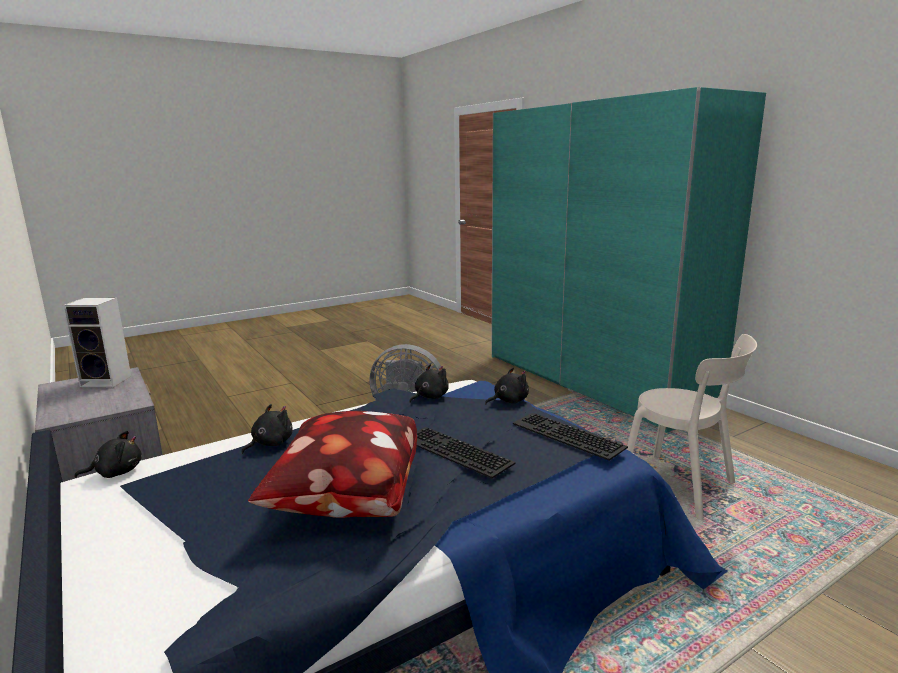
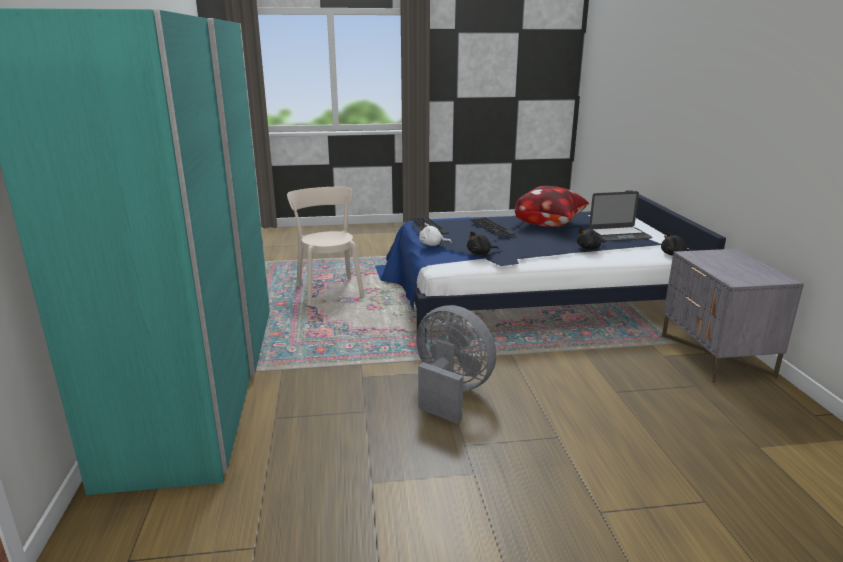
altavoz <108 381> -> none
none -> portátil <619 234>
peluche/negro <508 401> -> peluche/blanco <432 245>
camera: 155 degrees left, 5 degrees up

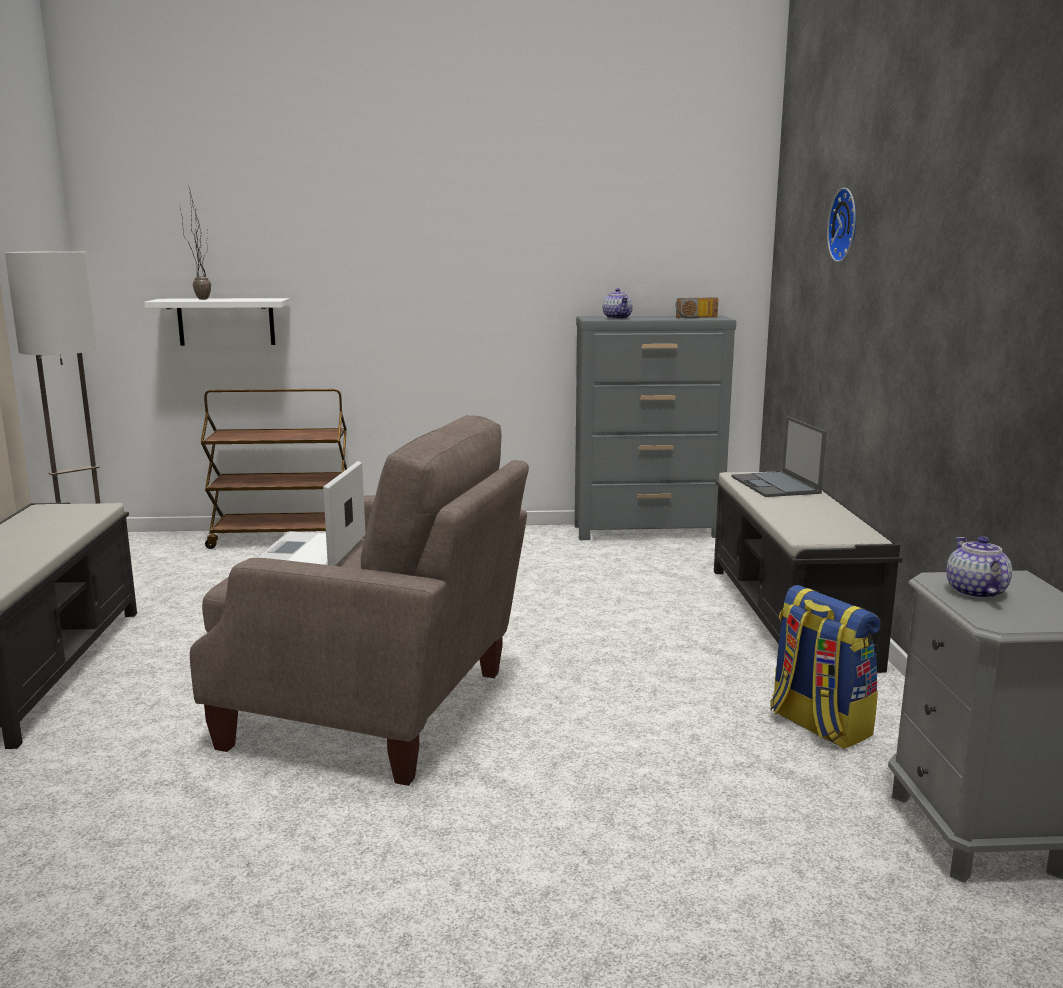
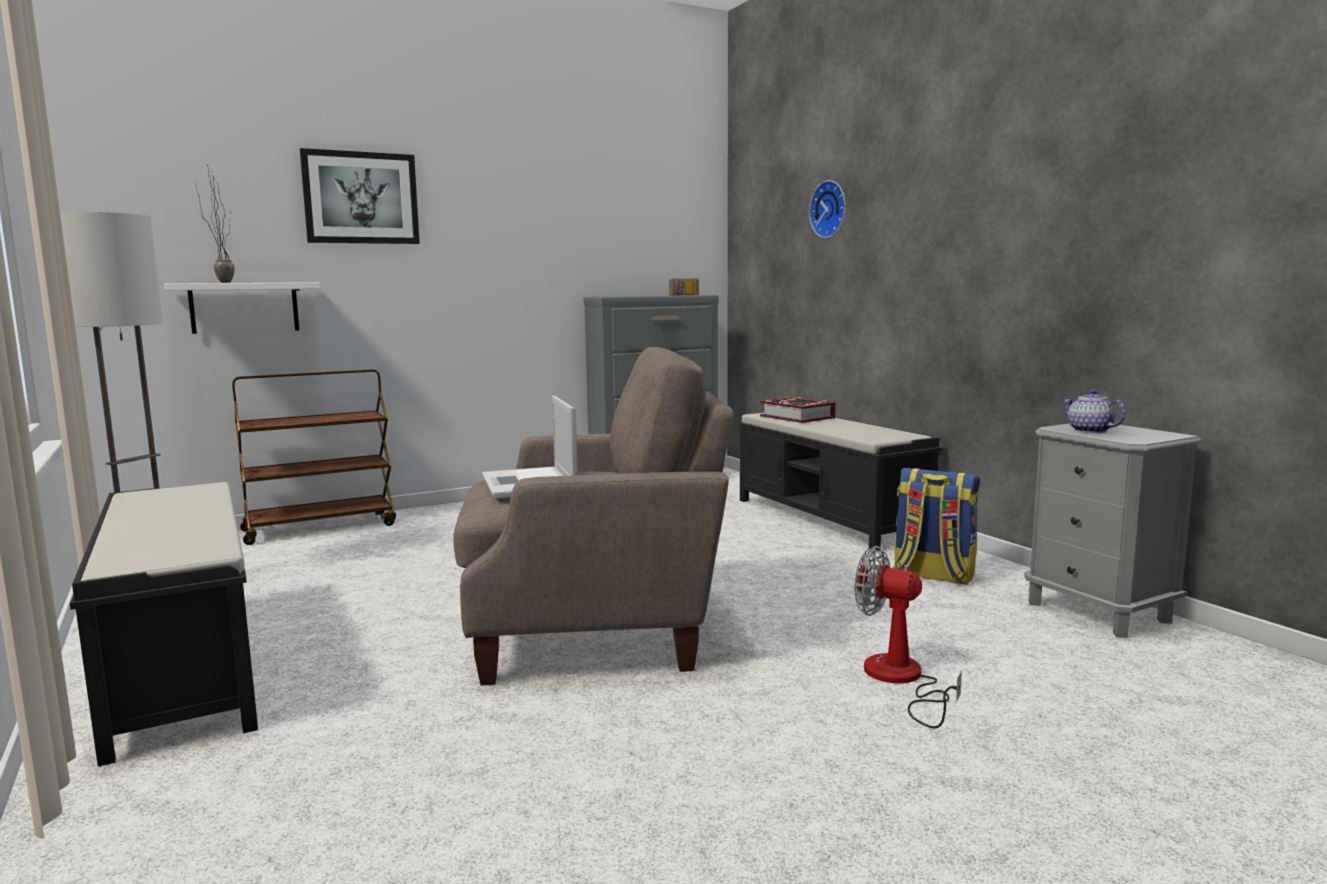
tetera <617 318> -> none
none -> cuadro <361 198>
none -> ventilador <900 680>
portátil <776 485> -> libro <797 417>
camera: 25 degrees left, 5 degrees down

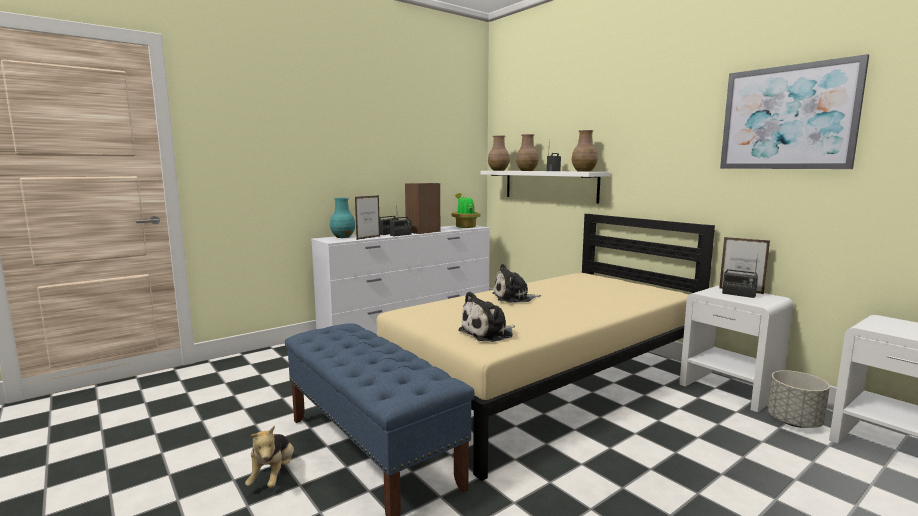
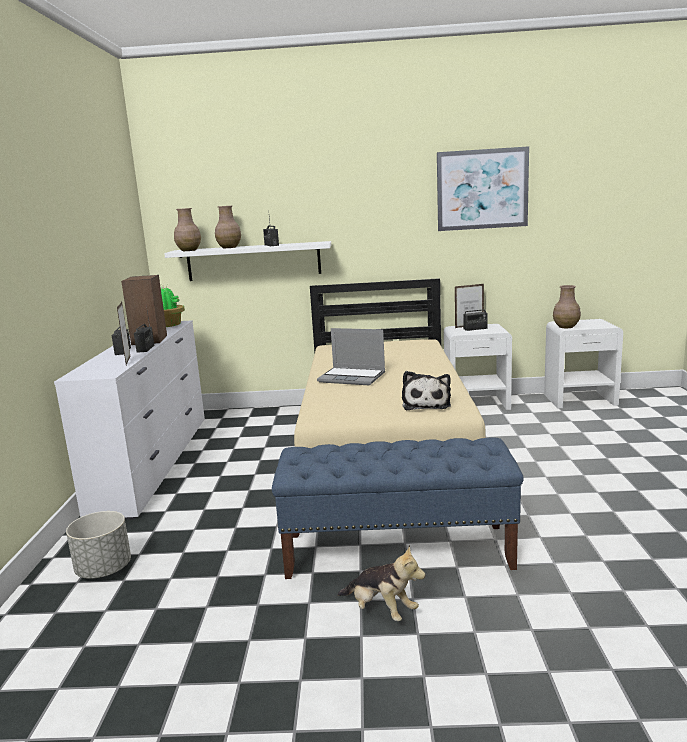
florero/turquesa <343 237> -> none
florero/marrón <584 171> -> florero/marrón <566 327>, relocated
maceta/gris <794 422> -> maceta/gris <103 569>, relocated
peluche <514 298> -> portátil <353 377>
camera: 50 degrees left, 5 degrees up

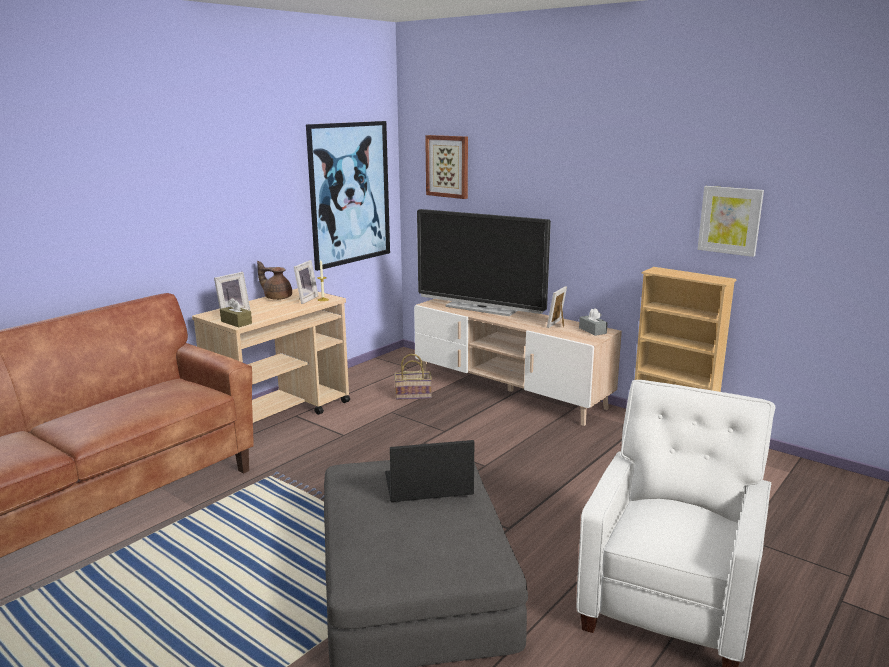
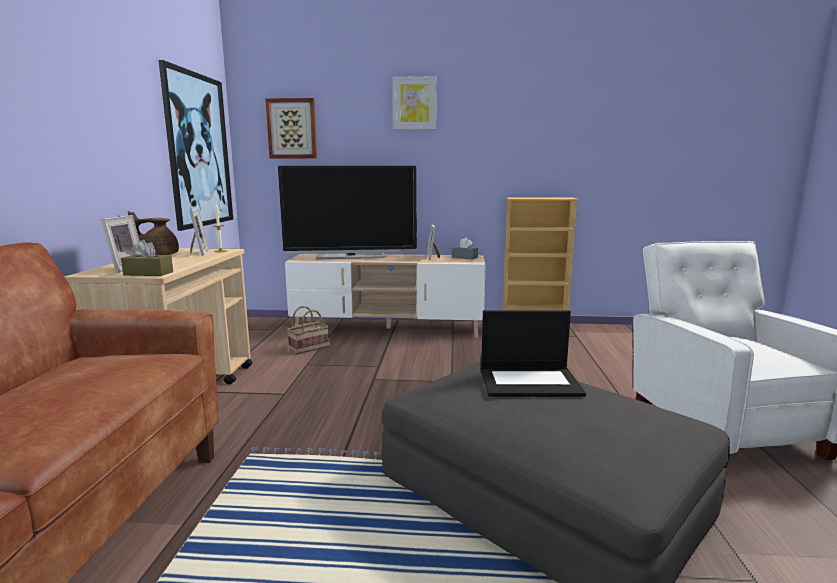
cuadro <730 220> -> cuadro <414 103>, relocated
portátil <427 485> -> portátil <530 382>, 135 degrees counterclockwise
camera: 35 degrees left, 5 degrees down

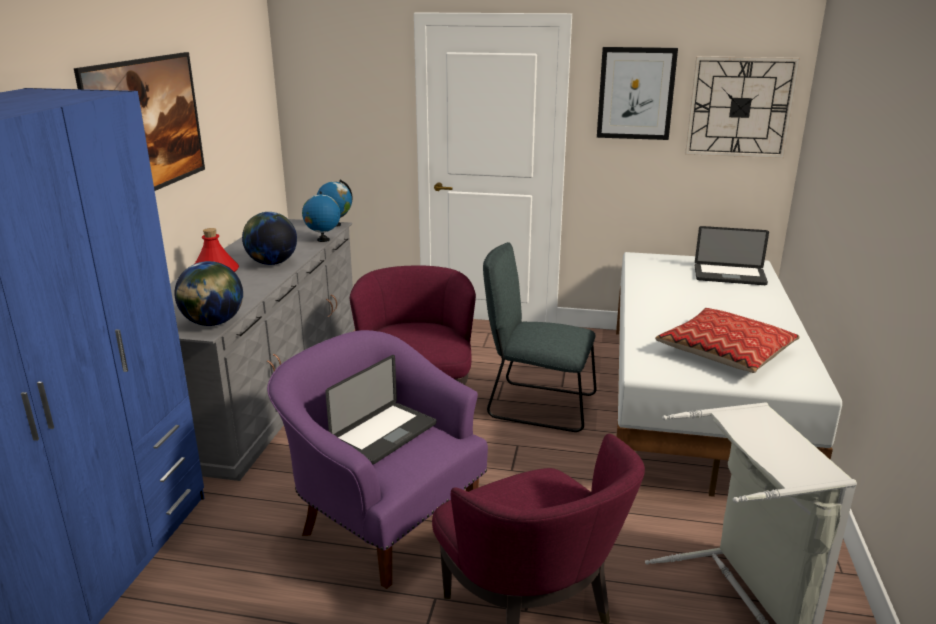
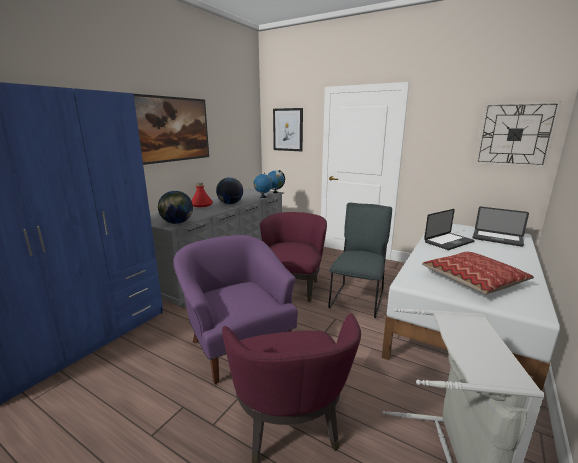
portátil <384 434> -> portátil <449 242>, relocated
cuadro <636 93> -> cuadro <288 129>, relocated
silla/gris <536 405> -> silla/gris <358 299>, 75 degrees clockwise
camera: 20 degrees right, 5 degrees down

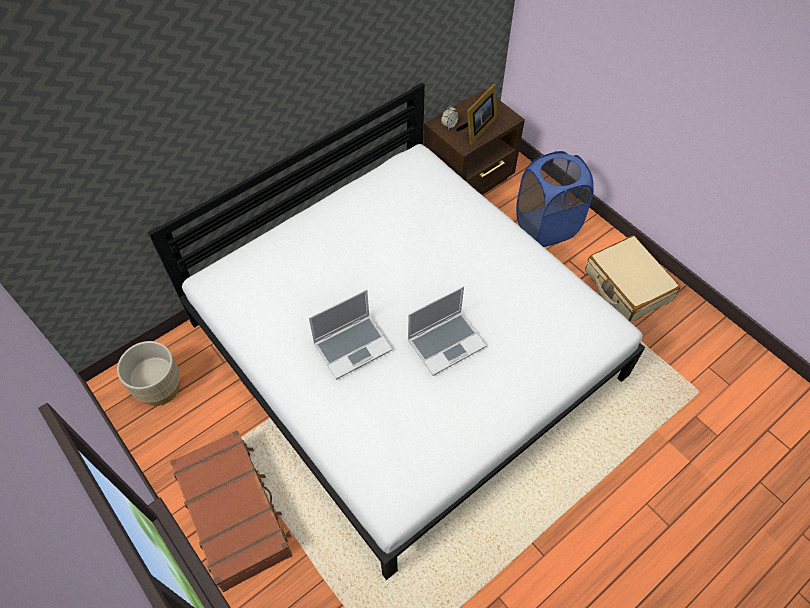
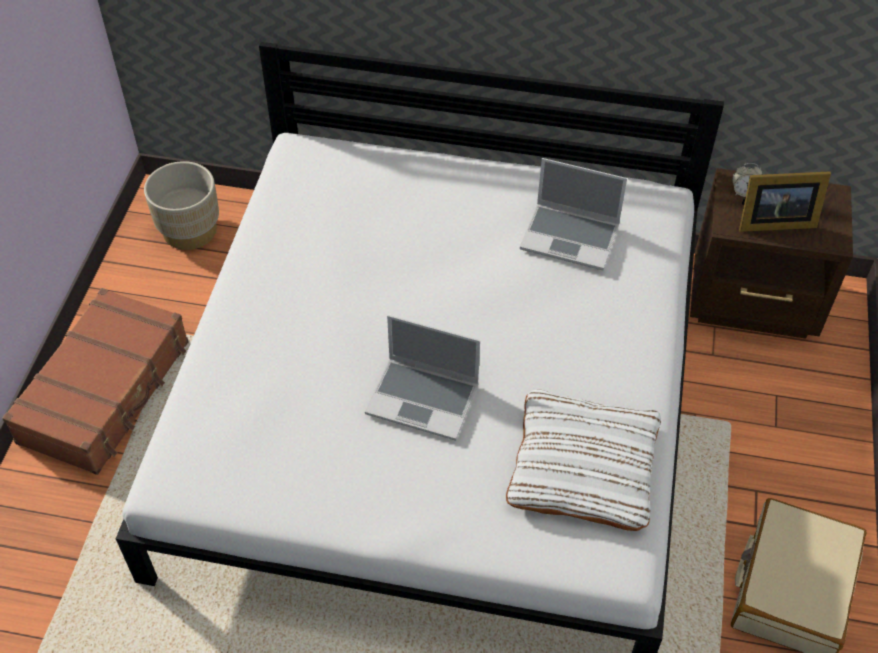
cesto de la ropa/azul <546 226> -> none
none -> cojín/blanco <583 466>
portátil <353 346> -> portátil <571 237>, relocated
camera: 50 degrees right, 5 degrees down

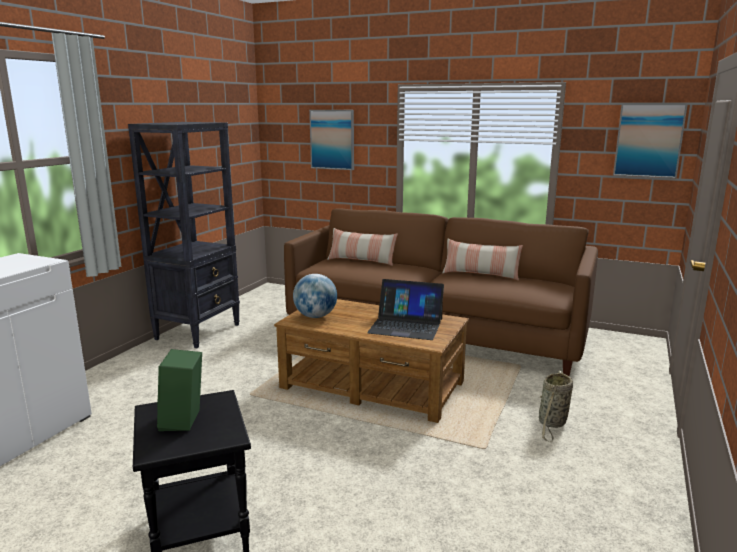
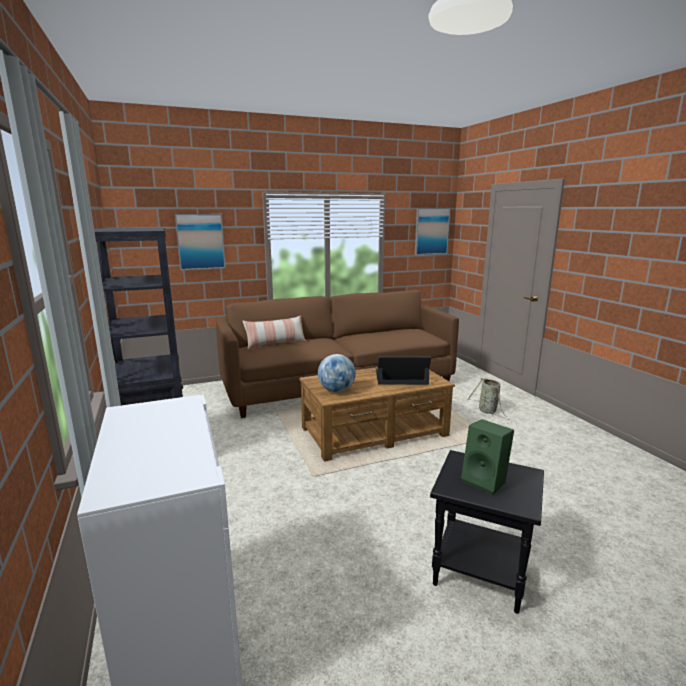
cojín <481 274> -> none
portátil <406 325> -> portátil <401 377>, 150 degrees counterclockwise
camera: 45 degrees left, 0 degrees up

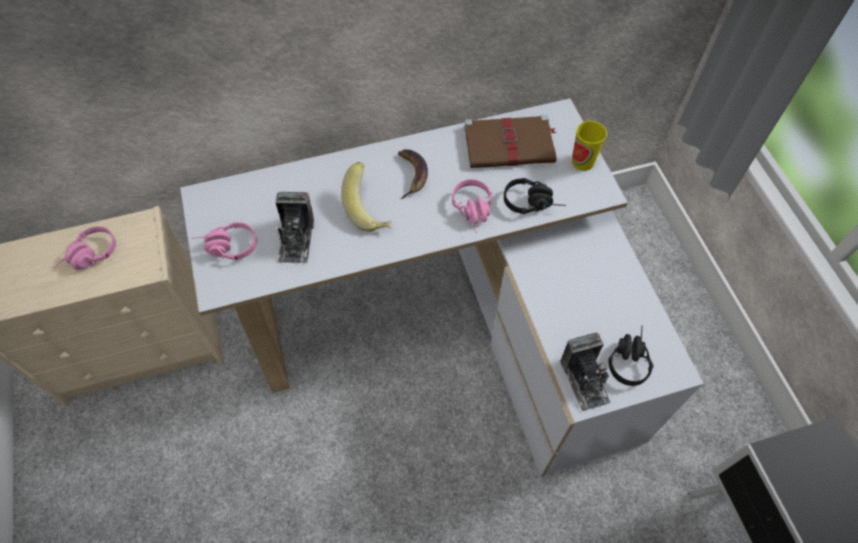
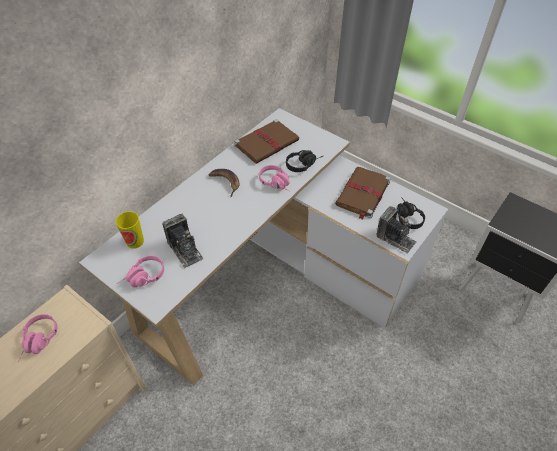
plátano <370 209> -> none
none -> libro/marrón <362 194>
taza <582 161> -> taza <135 241>, relocated
camera: 35 degrees left, 10 degrees down

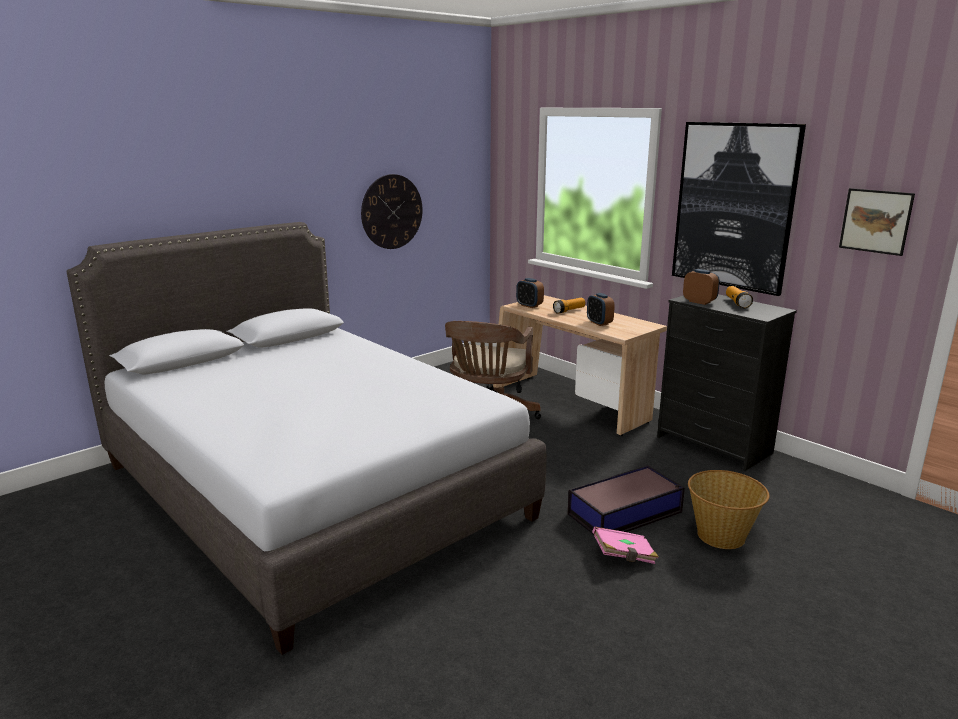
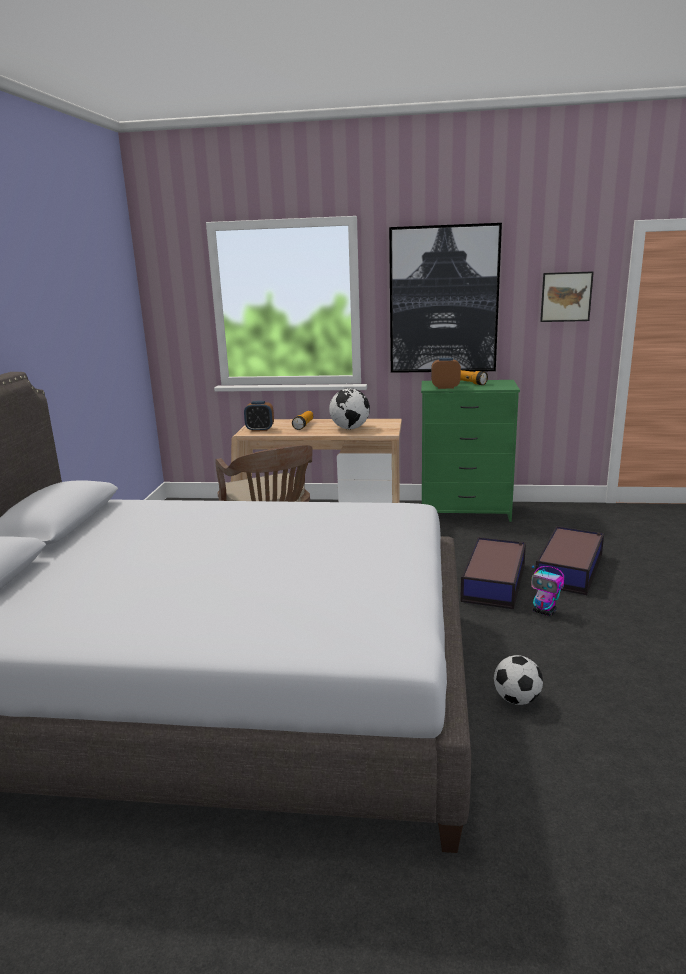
reloj de pared <392 212> -> none
none -> balón de fútbol <516 699>
despertador <599 323> -> globo terráqueo <350 428>
libro/rosa <624 556> -> robot de juguete <544 612>
cesta <721 535> -> caja de almacenaje <570 569>
cómoda/negro <713 445> -> cómoda/verde <465 512>
camera: 40 degrees left, 0 degrees up

